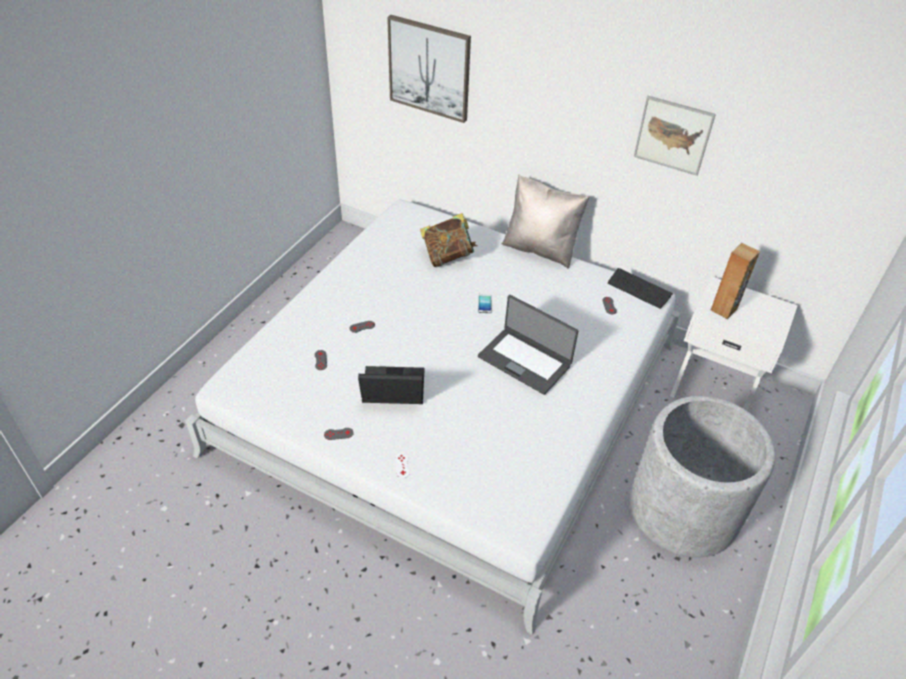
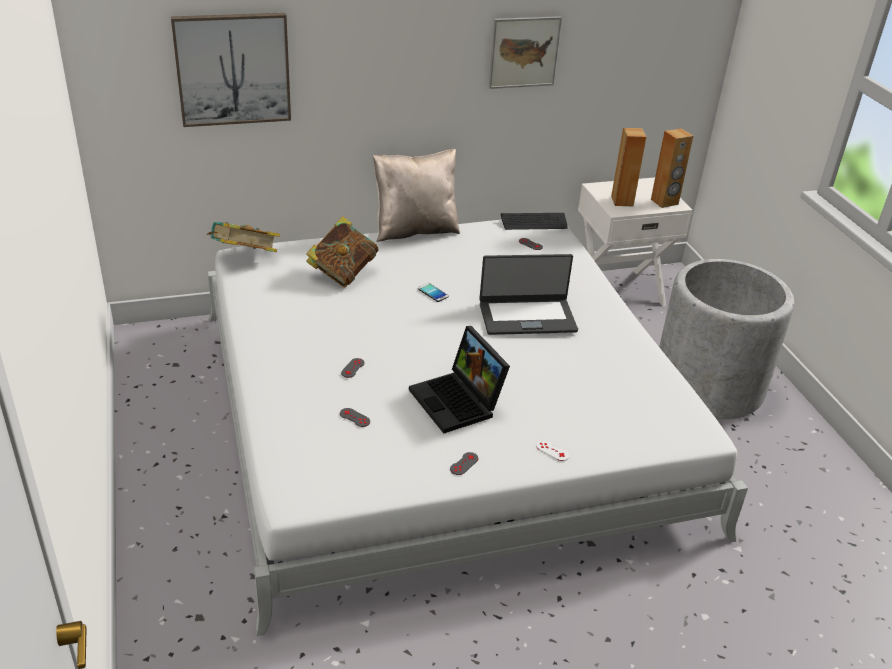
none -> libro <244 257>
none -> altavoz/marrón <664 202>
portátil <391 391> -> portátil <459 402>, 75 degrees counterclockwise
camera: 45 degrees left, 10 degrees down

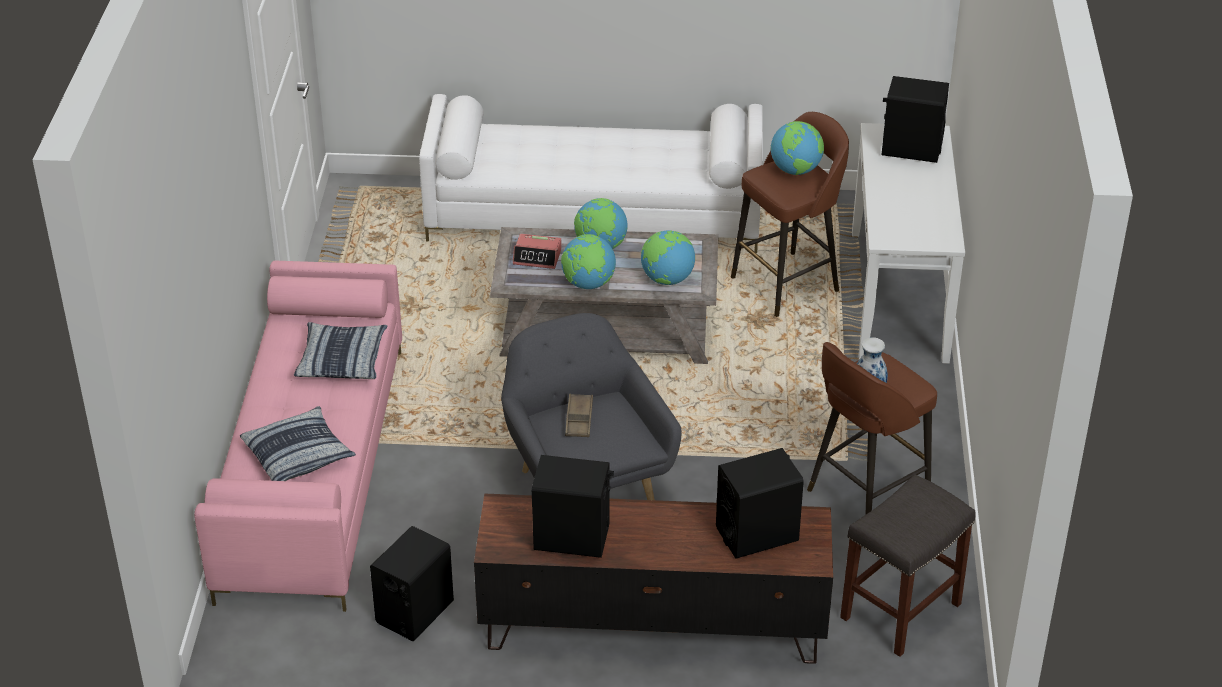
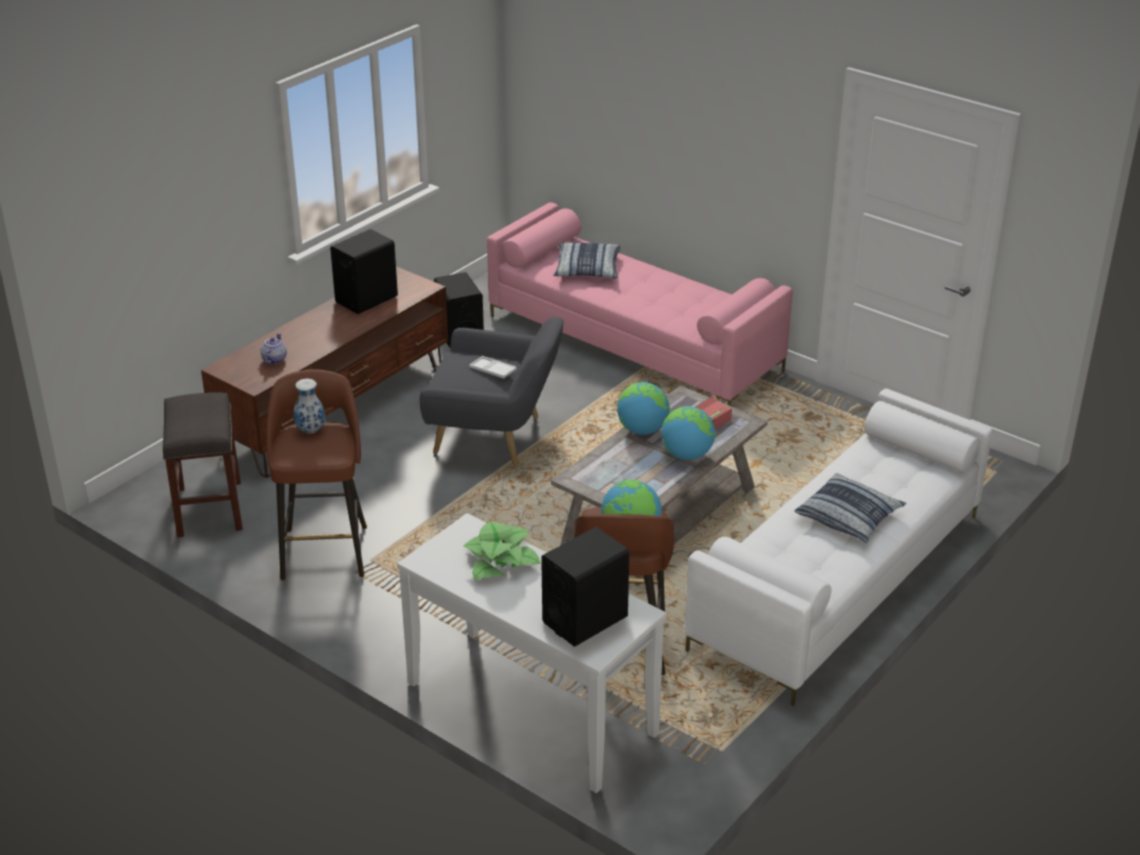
globo terráqueo <667 279> -> none
none -> planta en maceta <501 560>
cojín <342 360> -> cojín <849 517>, relocated
altavoz/negro <757 534> -> tetera <274 359>
bandeja/marrón <579 419> -> bandeja/blanco <493 370>
camera: 125 degrees right, 5 degrees down

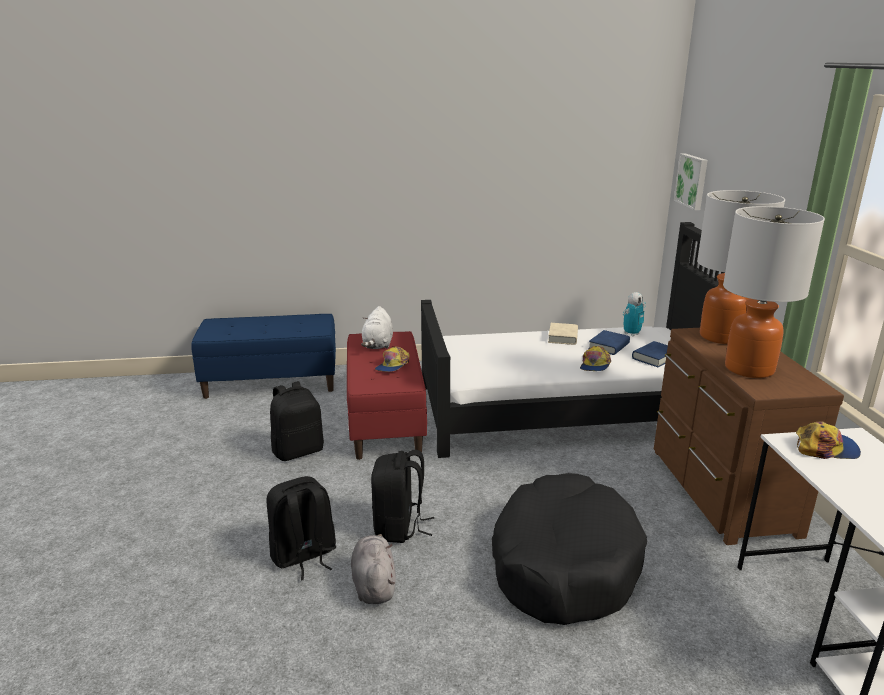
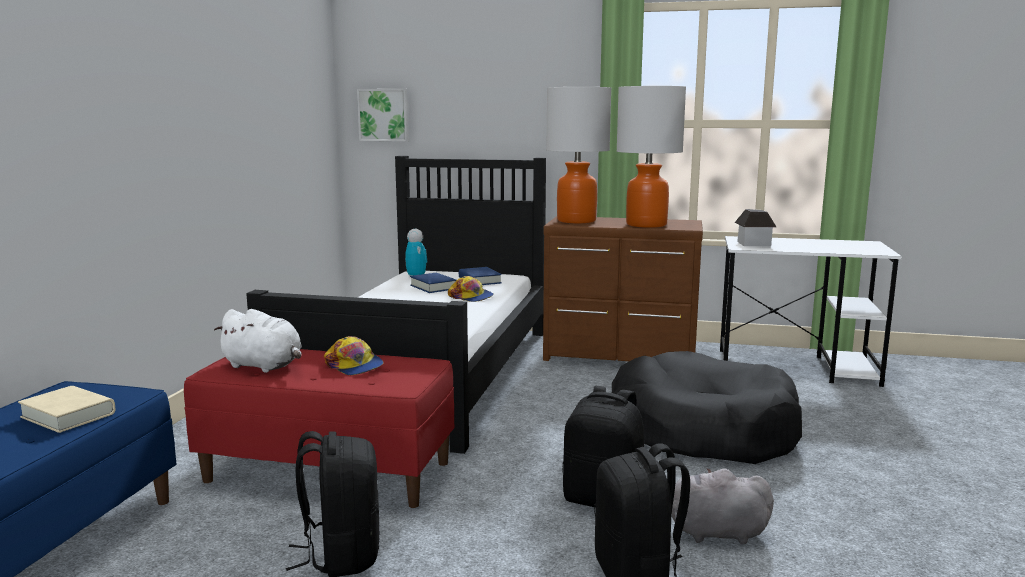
libro/beis <563 337> -> libro/beis <68 415>, relocated
gorra <825 448> -> casita <754 244>
camera: 70 degrees left, 10 degrees down

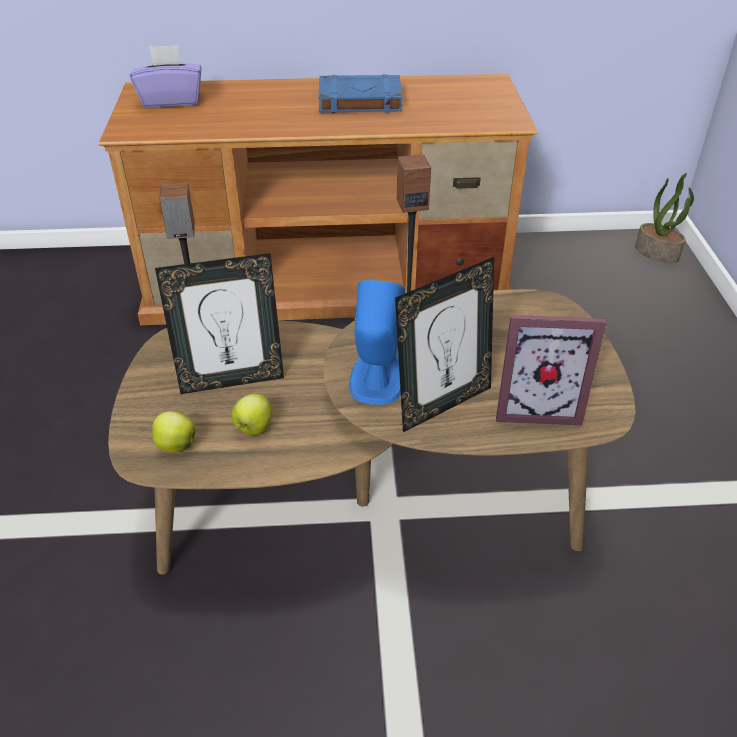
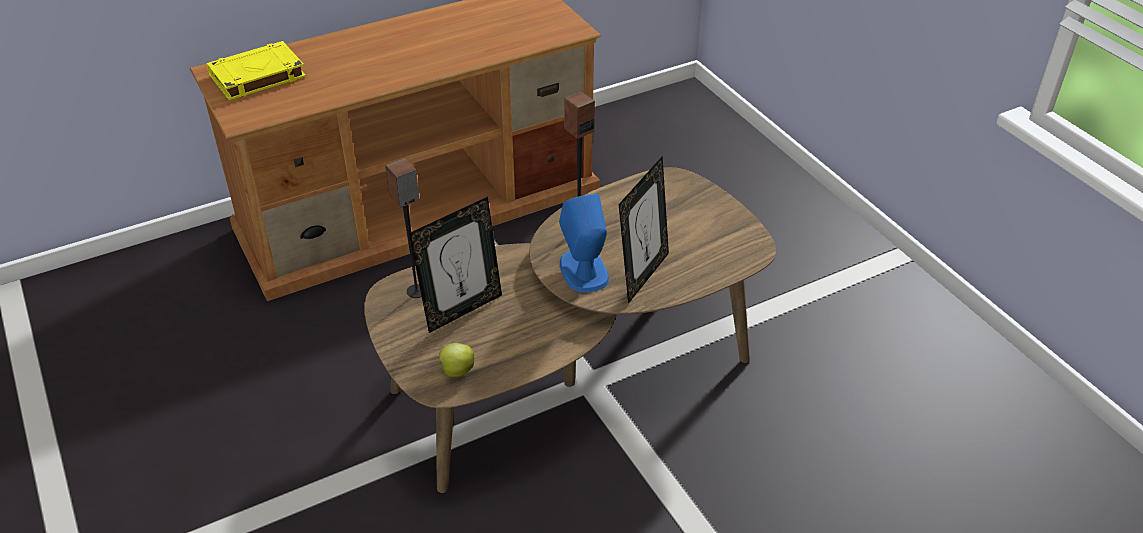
manzana <253 429> -> none
libro/azul <359 101> -> none
portarretratos <536 406> -> none
planta en maceta <657 252> -> none
caja de pañuelos/morado <171 100> -> libro/amarillo <256 76>
camera: 25 degrees left, 0 degrees up

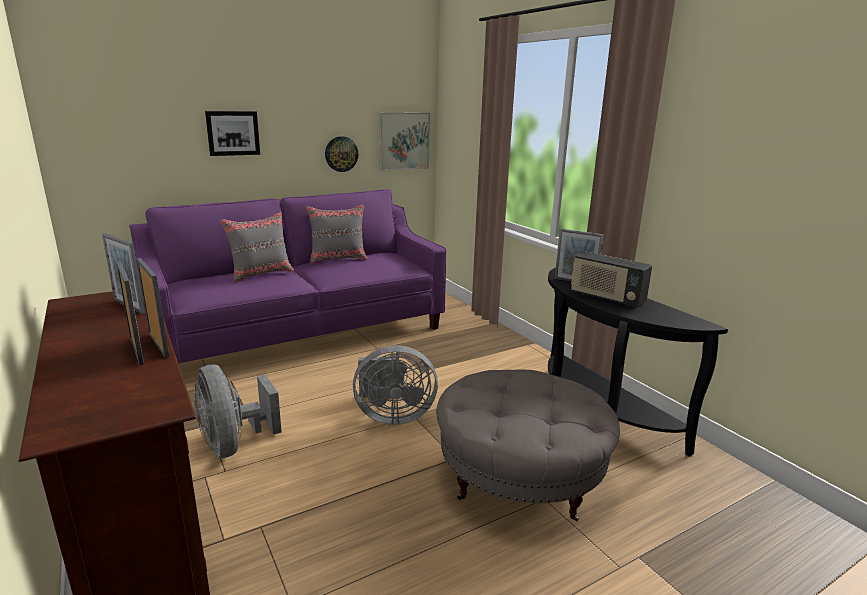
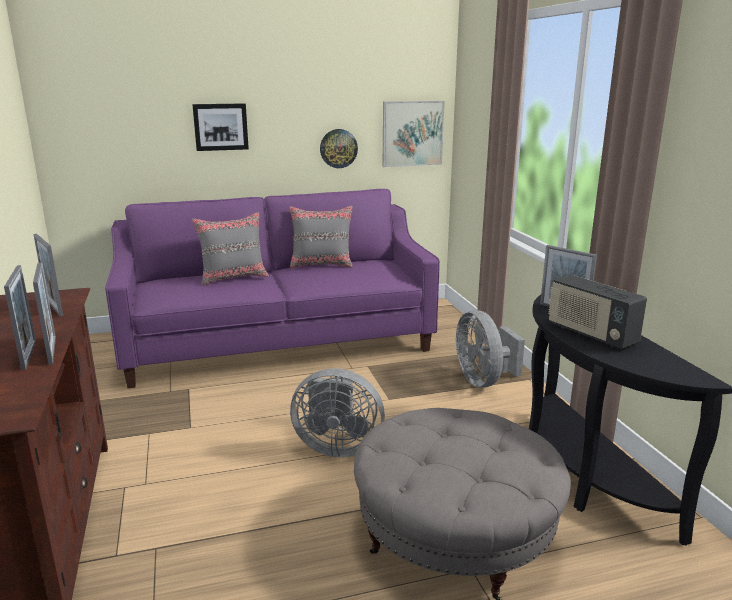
ventilador/gris <233 444> -> ventilador/gris <483 380>, relocated
camera: 15 degrees right, 0 degrees up

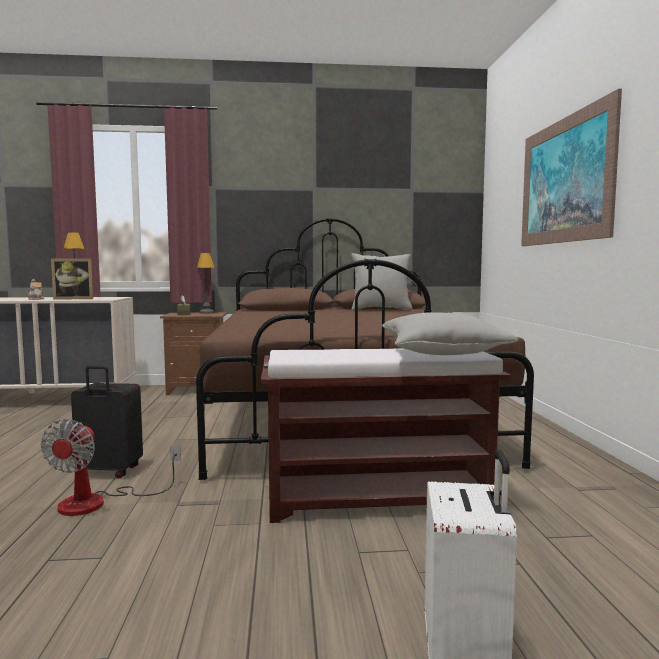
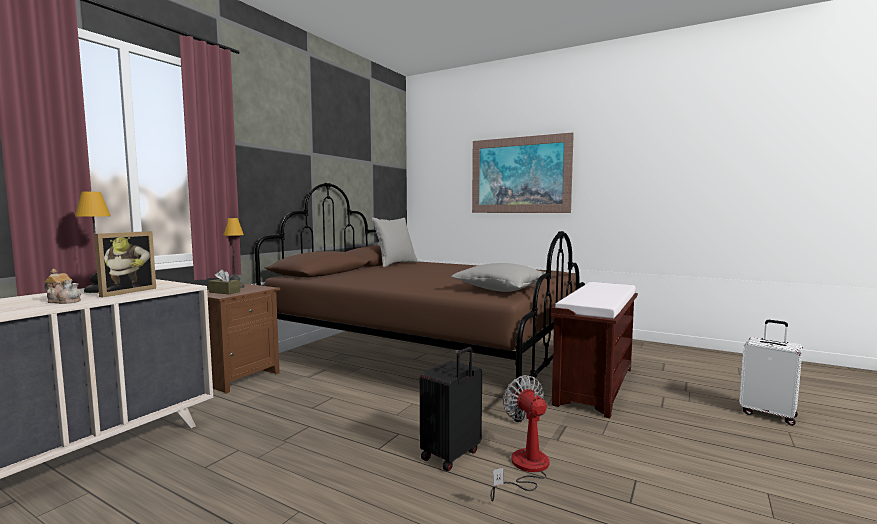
cojín/gris <442 353> -> cojín/gris <500 290>, relocated
ventilador <99 502> -> ventilador <524 468>, 150 degrees counterclockwise
camera: 55 degrees left, 0 degrees up

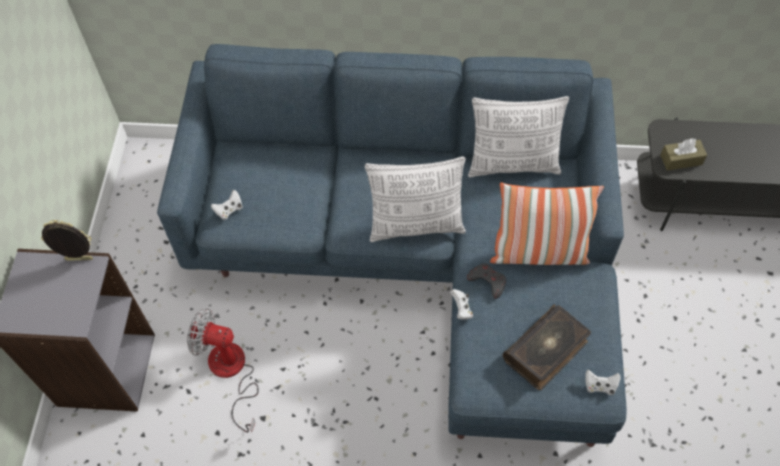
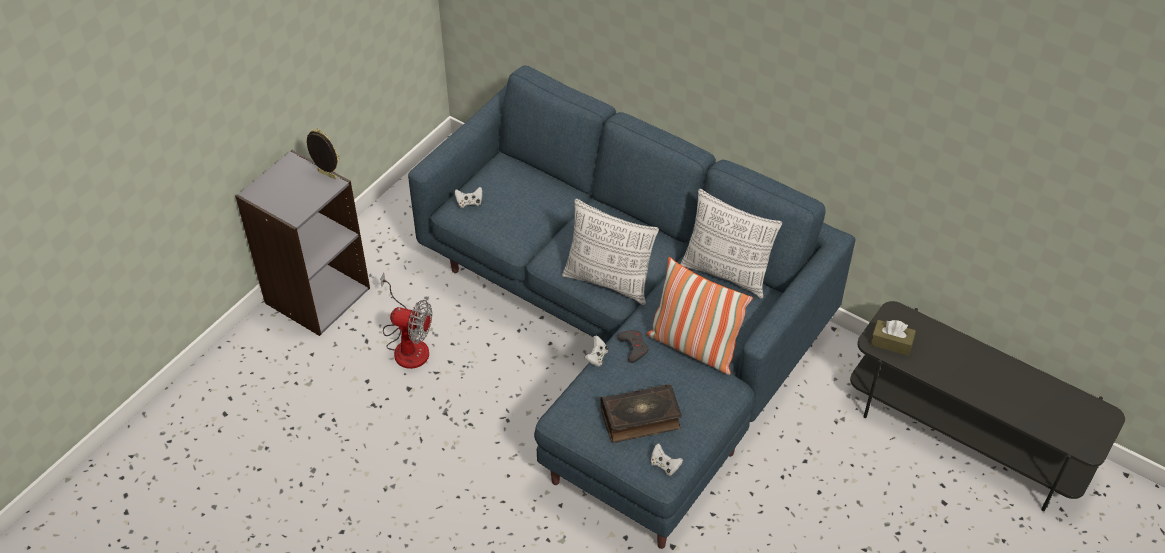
ventilador <231 373> -> ventilador <407 344>, 150 degrees clockwise
camera: 30 degrees right, 10 degrees down

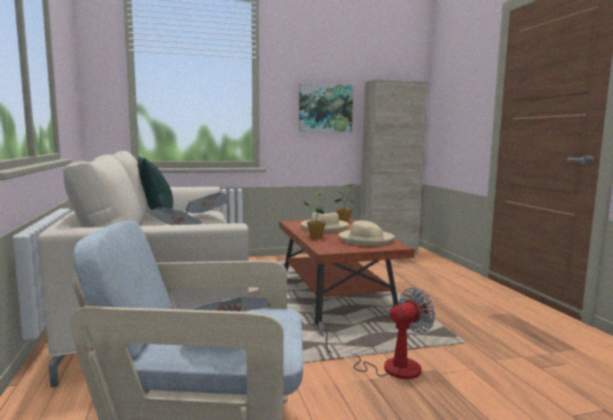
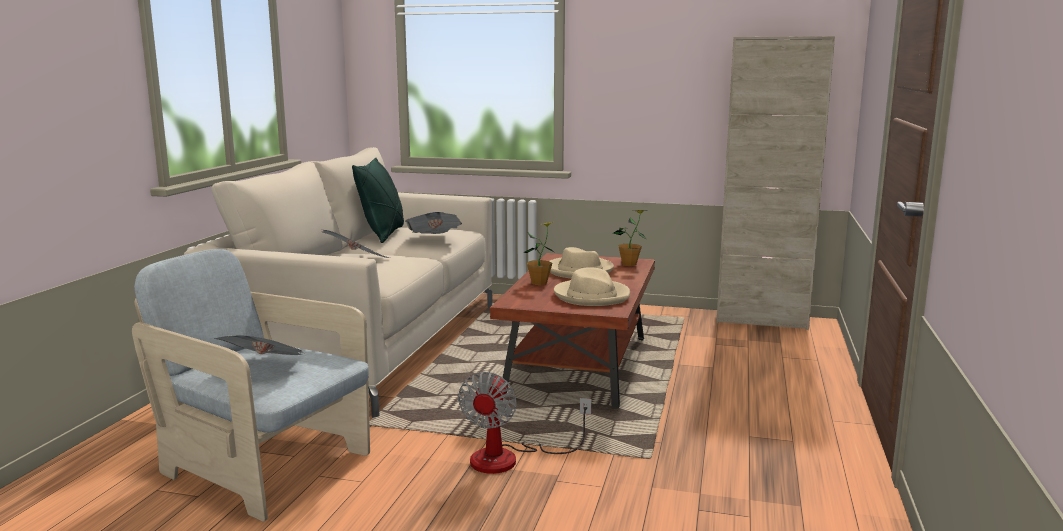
cuadro <325 108> -> none
ventilador <388 366> -> ventilador <509 458>, 105 degrees clockwise
camera: 30 degrees right, 5 degrees up

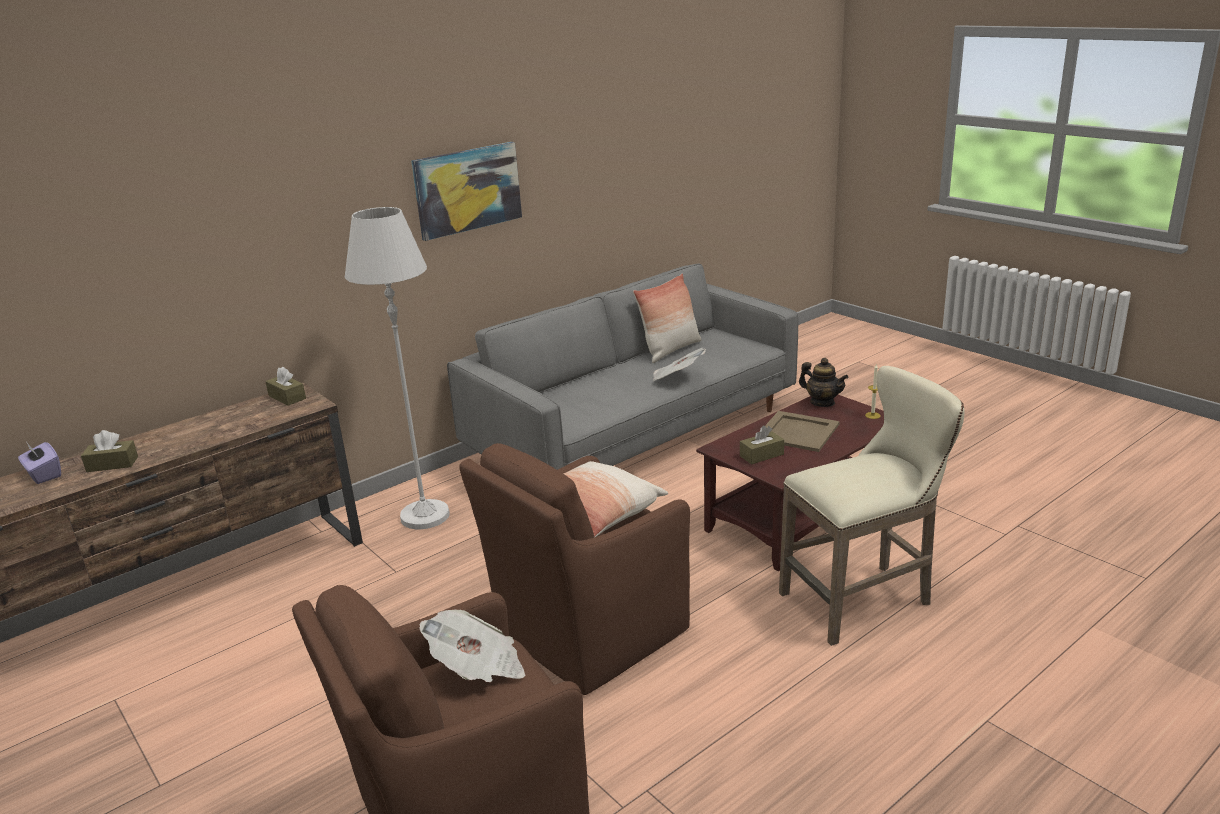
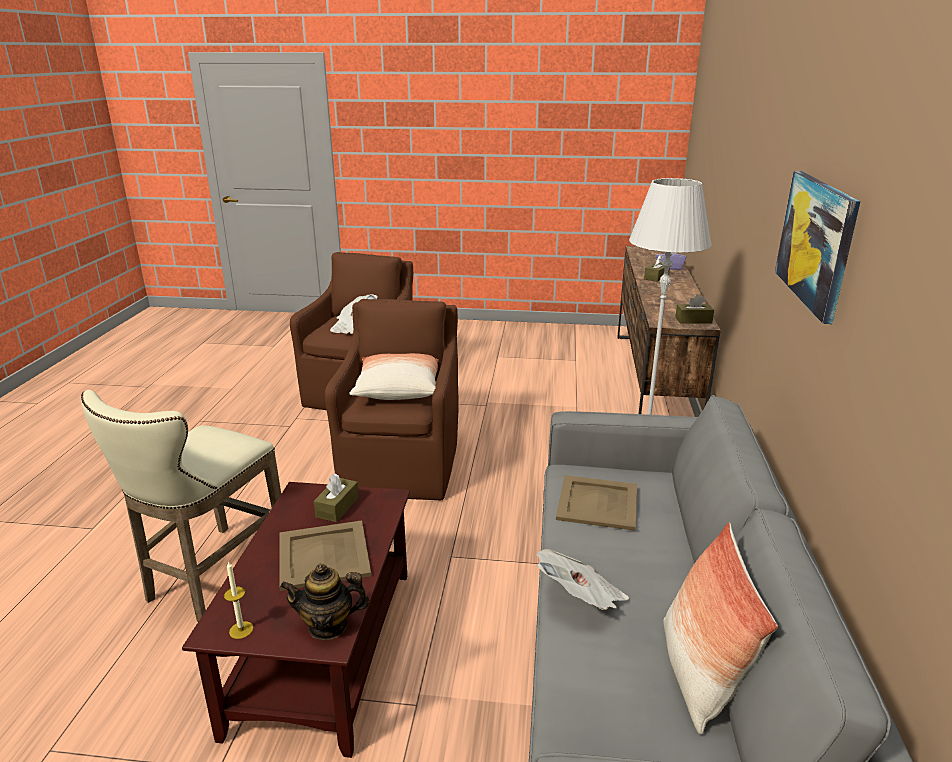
none -> bandeja/beis <598 502>
camera: 135 degrees right, 0 degrees up

